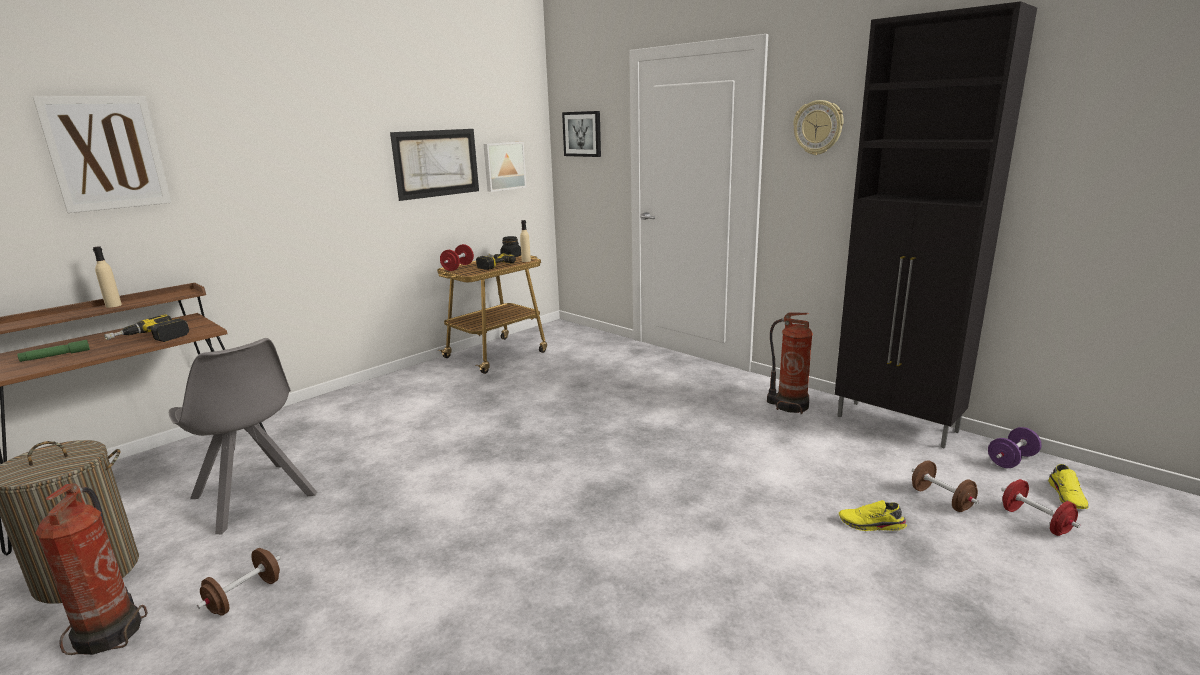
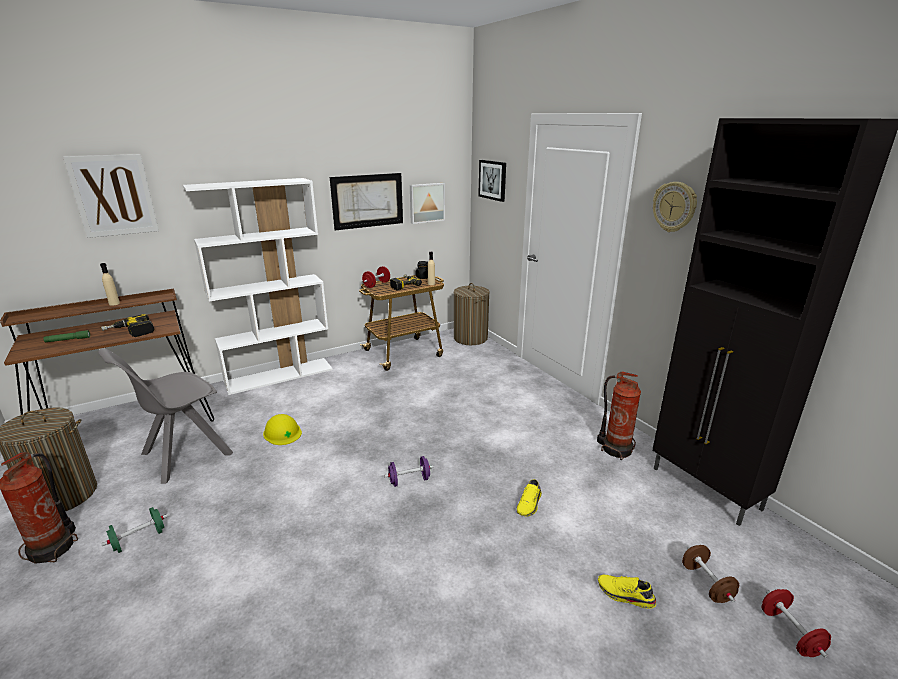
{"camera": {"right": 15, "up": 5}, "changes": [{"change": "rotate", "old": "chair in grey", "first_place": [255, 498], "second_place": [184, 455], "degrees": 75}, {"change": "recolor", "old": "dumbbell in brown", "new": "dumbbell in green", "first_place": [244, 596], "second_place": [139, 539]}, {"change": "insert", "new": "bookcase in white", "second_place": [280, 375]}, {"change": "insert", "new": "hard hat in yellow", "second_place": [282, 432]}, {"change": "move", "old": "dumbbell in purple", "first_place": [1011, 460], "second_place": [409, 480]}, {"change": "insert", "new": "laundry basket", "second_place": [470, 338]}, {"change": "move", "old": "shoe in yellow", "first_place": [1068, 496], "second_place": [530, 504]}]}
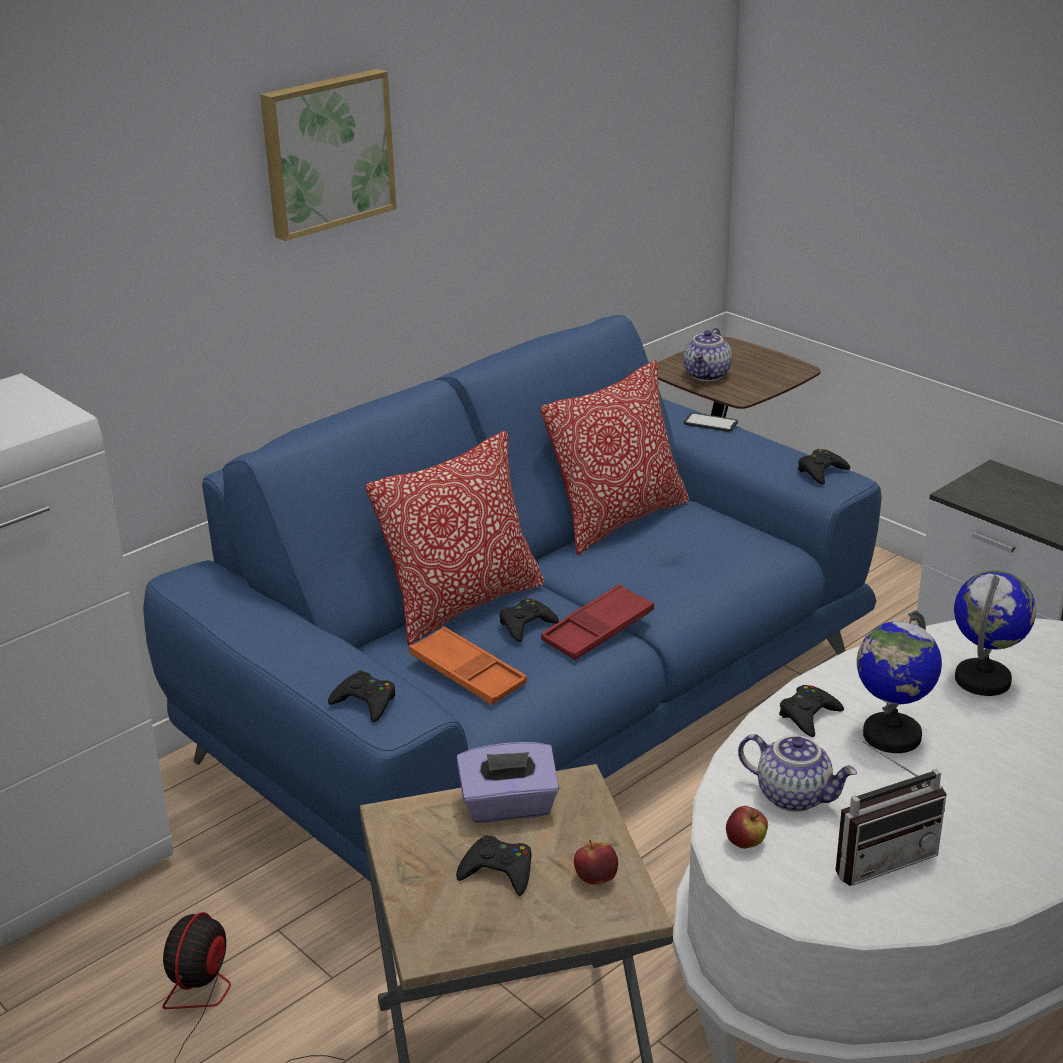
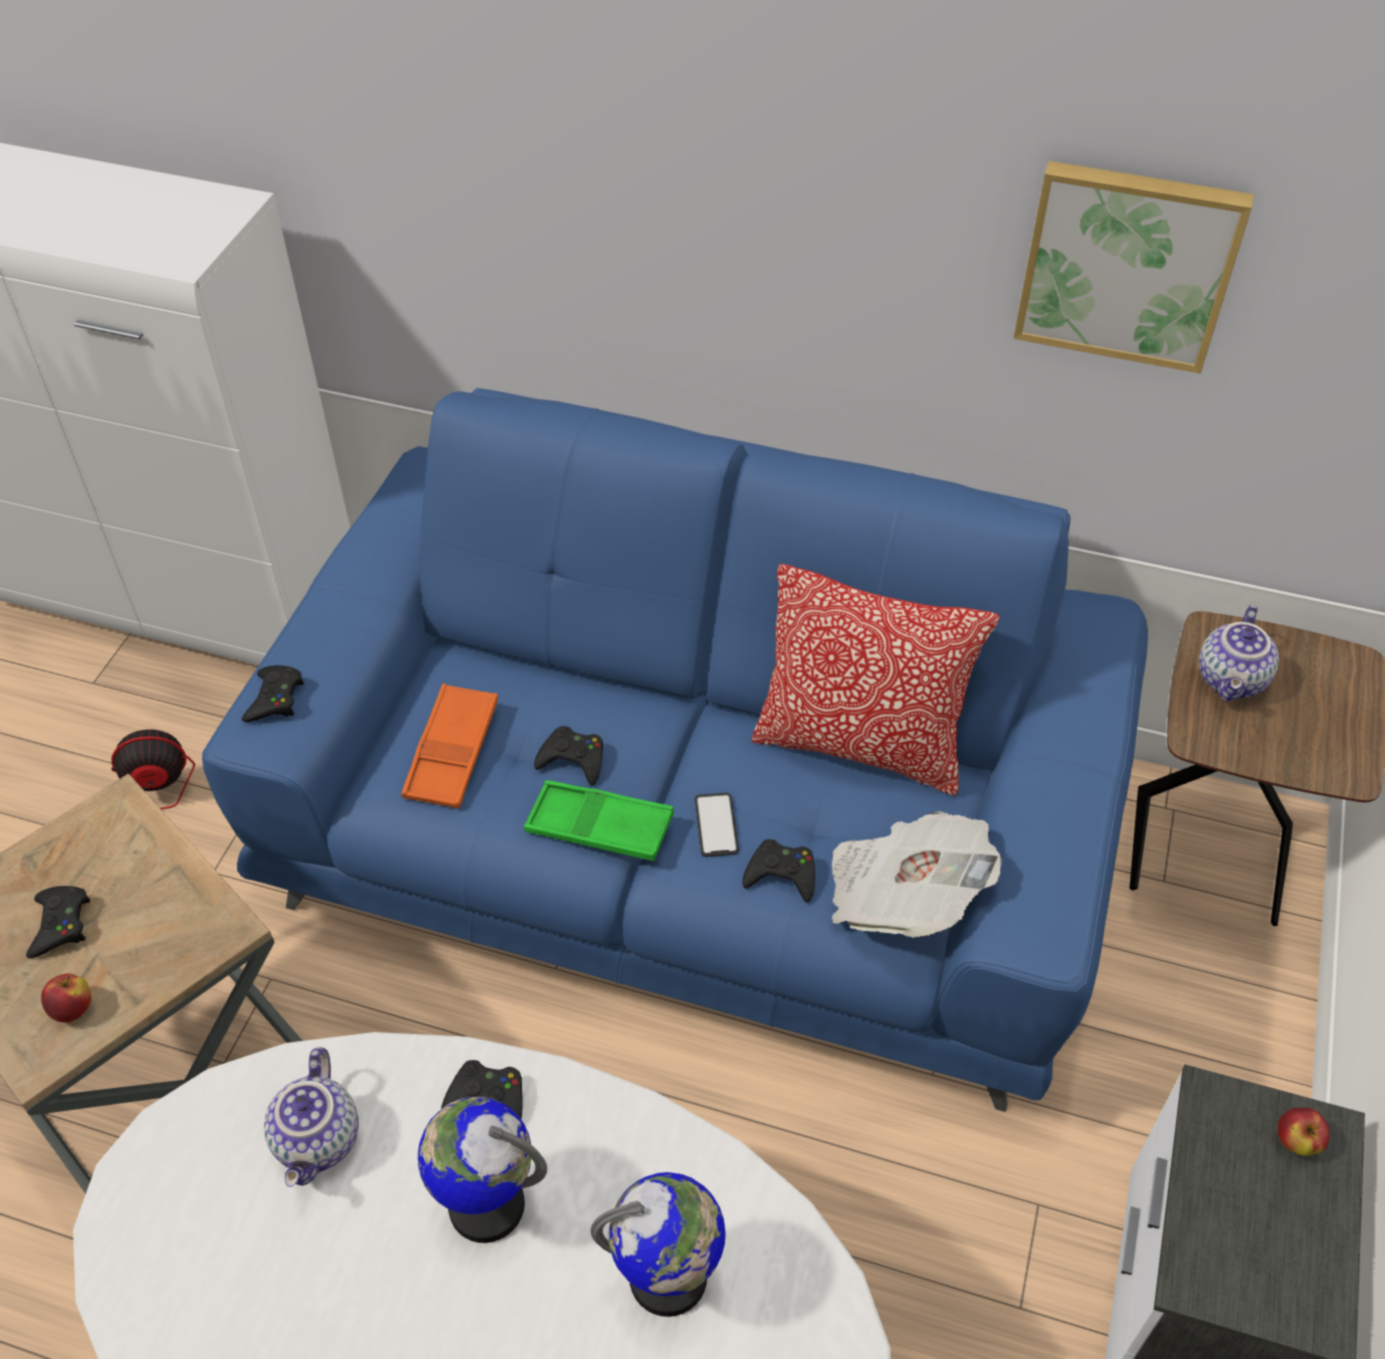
{"camera": {"right": 60, "up": 20}, "changes": [{"change": "recolor", "old": "tray in red", "new": "tray in green", "first_place": [598, 630], "second_place": [599, 827]}, {"change": "move", "old": "phone", "first_place": [710, 423], "second_place": [716, 825]}, {"change": "move", "old": "game controller in black", "first_place": [821, 471], "second_place": [781, 874]}, {"change": "insert", "new": "newspaper", "second_place": [902, 896]}, {"change": "move", "old": "picture", "first_place": [326, 152], "second_place": [1128, 263]}, {"change": "rotate", "old": "teapot", "first_place": [708, 375], "second_place": [1232, 680], "degrees": -60}, {"change": "move", "old": "apple", "first_place": [746, 843], "second_place": [1296, 1141]}, {"change": "delete", "old": "pillow", "first_place": [463, 604]}, {"change": "delete", "old": "tissue box in purple", "first_place": [509, 807]}, {"change": "delete", "old": "radio", "first_place": [880, 857]}]}
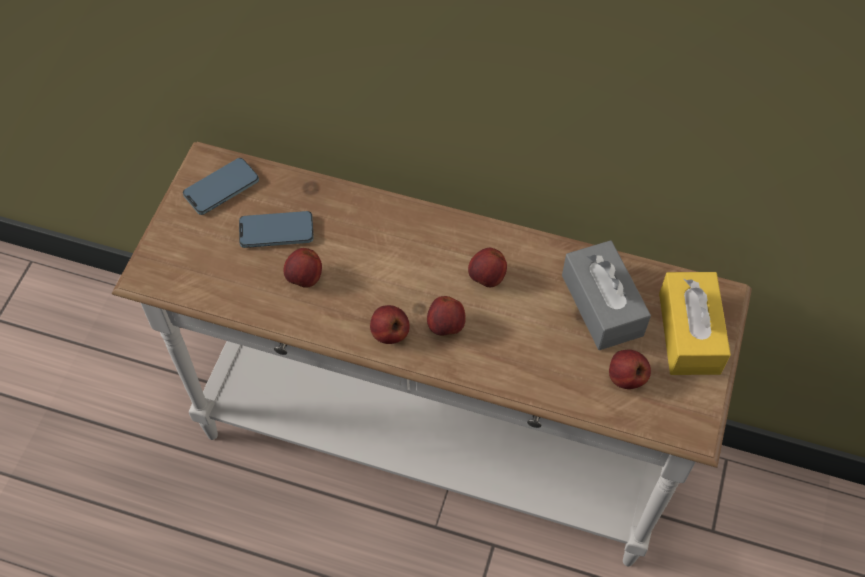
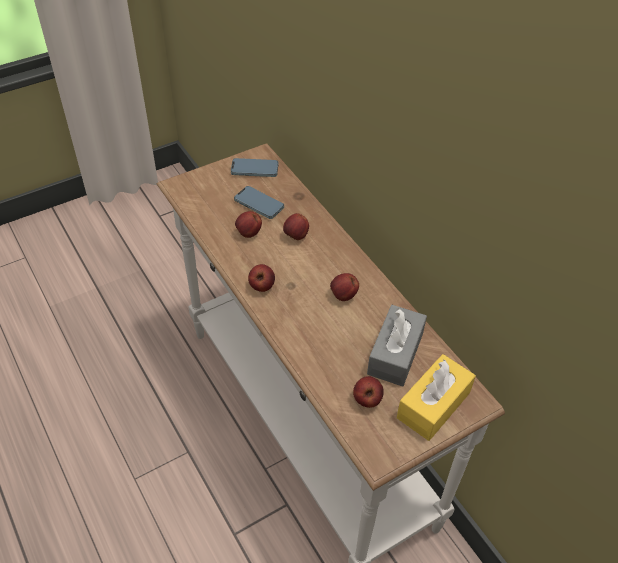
{"camera": {"right": 40, "up": -10}, "changes": [{"change": "move", "old": "apple", "first_place": [446, 326], "second_place": [296, 236]}]}
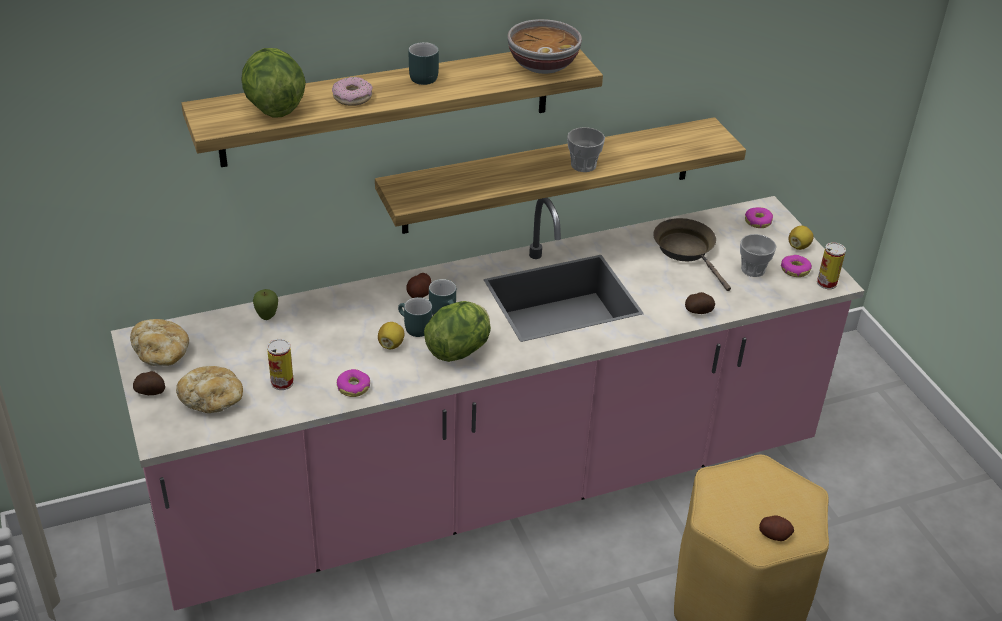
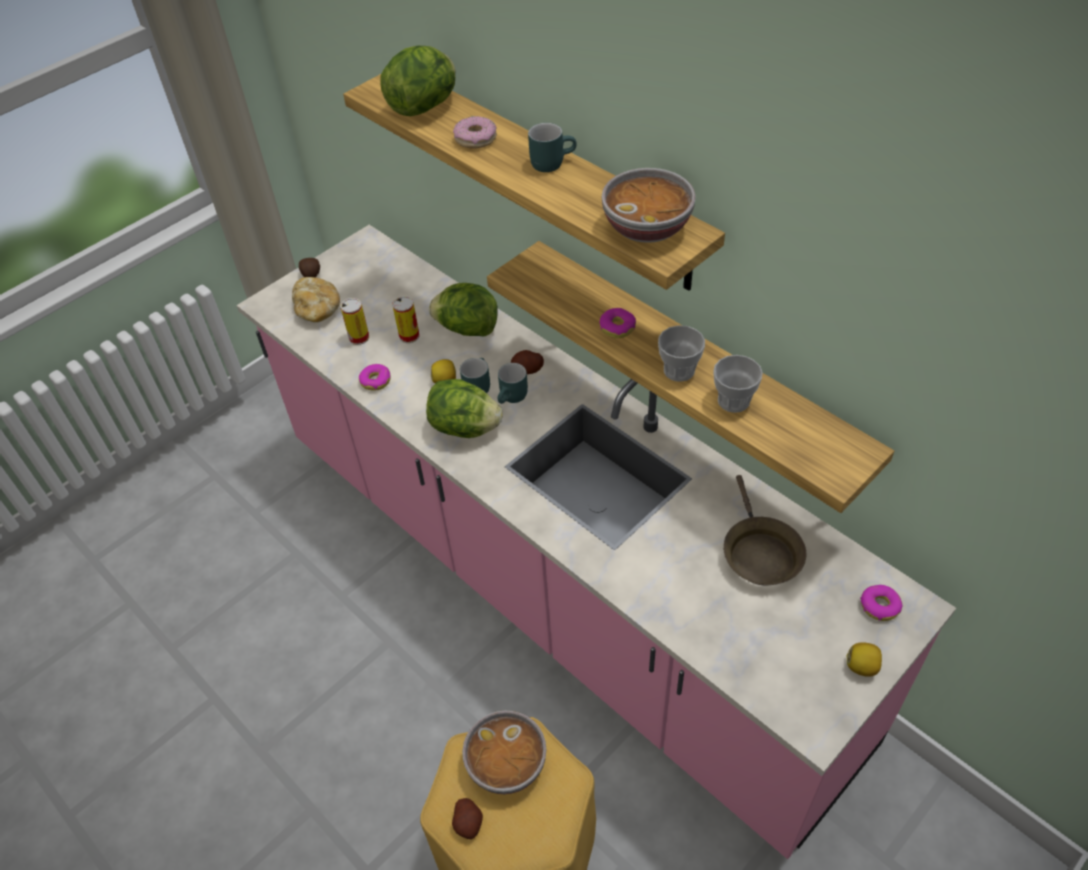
{"camera": {"right": 70, "up": 10}, "changes": [{"change": "move", "old": "can", "first_place": [826, 283], "second_place": [409, 336]}, {"change": "insert", "new": "lettuce", "second_place": [467, 329]}, {"change": "insert", "new": "bowl", "second_place": [506, 765]}, {"change": "move", "old": "donut", "first_place": [795, 270], "second_place": [617, 327]}, {"change": "move", "old": "cup", "first_place": [753, 269], "second_place": [733, 400]}, {"change": "rotate", "old": "frying pan in brown", "first_place": [687, 251], "second_place": [759, 552], "degrees": 135}, {"change": "delete", "old": "bread", "first_place": [162, 354]}, {"change": "delete", "old": "apple", "first_place": [267, 317]}, {"change": "delete", "old": "potato", "first_place": [698, 311]}]}
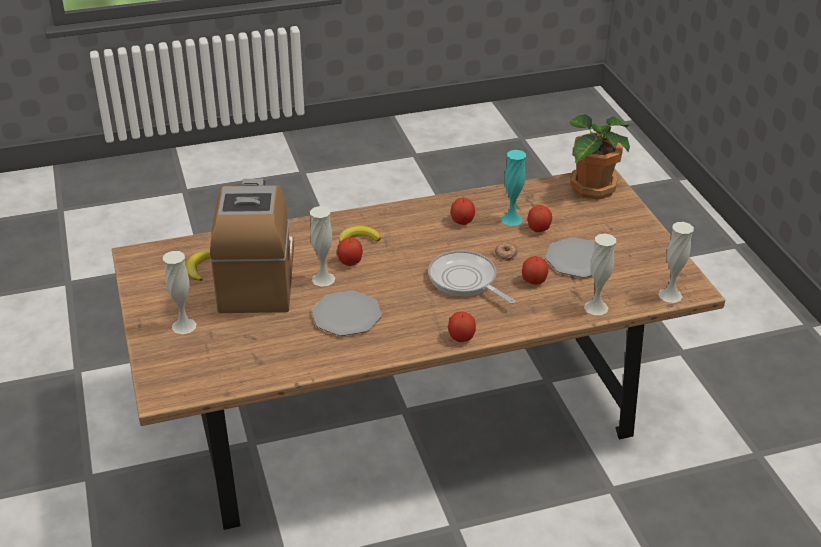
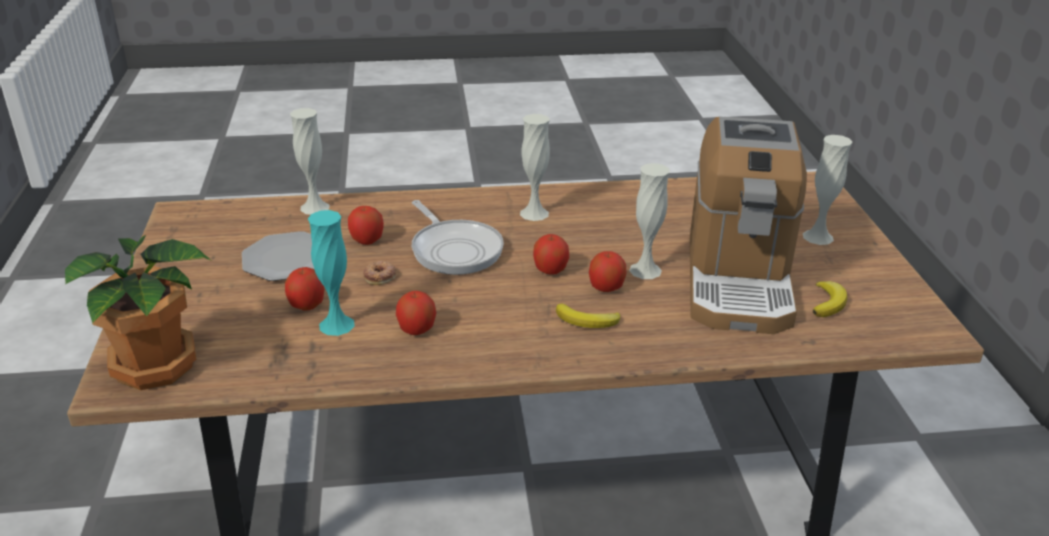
{"camera": {"right": -170, "up": -5}, "changes": [{"change": "move", "old": "vase in white", "first_place": [670, 295], "second_place": [534, 213]}, {"change": "move", "old": "apple", "first_place": [461, 337], "second_place": [550, 270]}, {"change": "delete", "old": "plate", "first_place": [346, 315]}]}
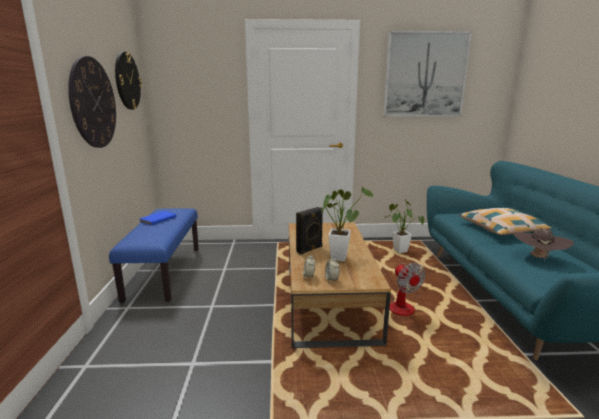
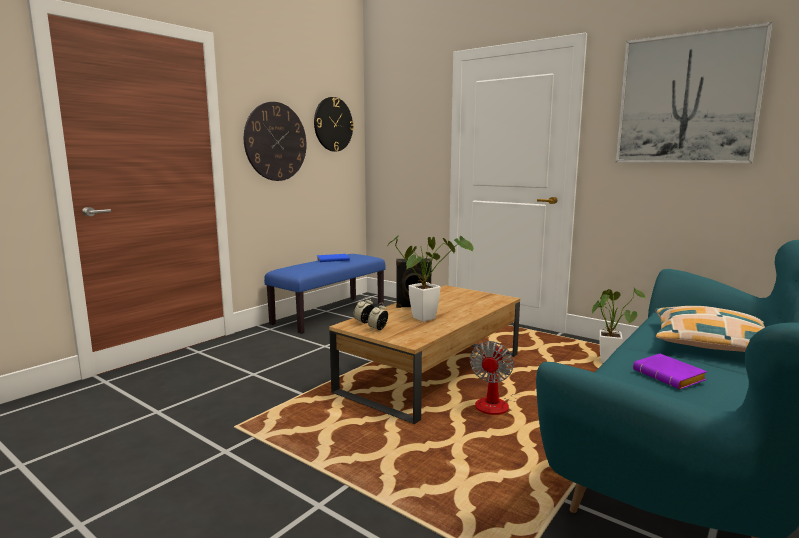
{"camera": {"right": 40, "up": -5}, "changes": [{"change": "replace", "old": "hat in brown", "new": "book in purple", "first_place": [538, 257], "second_place": [671, 377]}]}
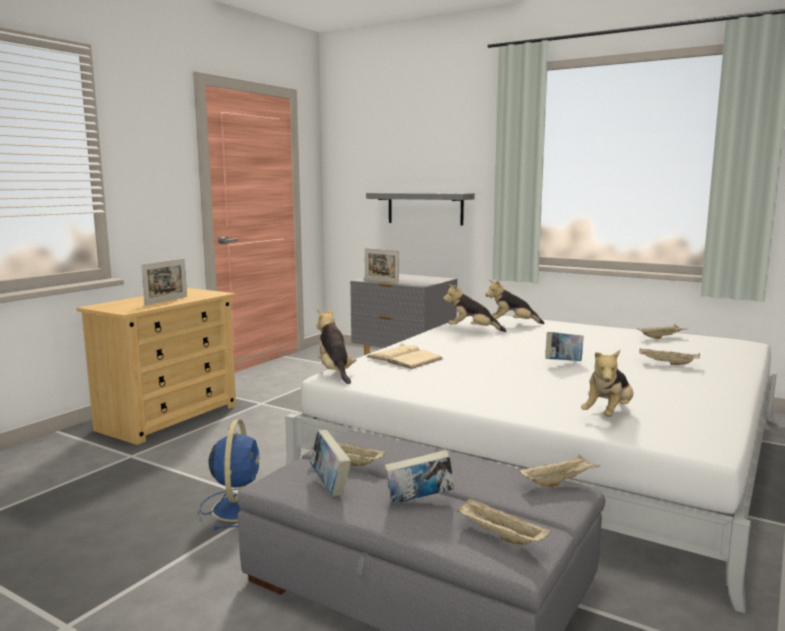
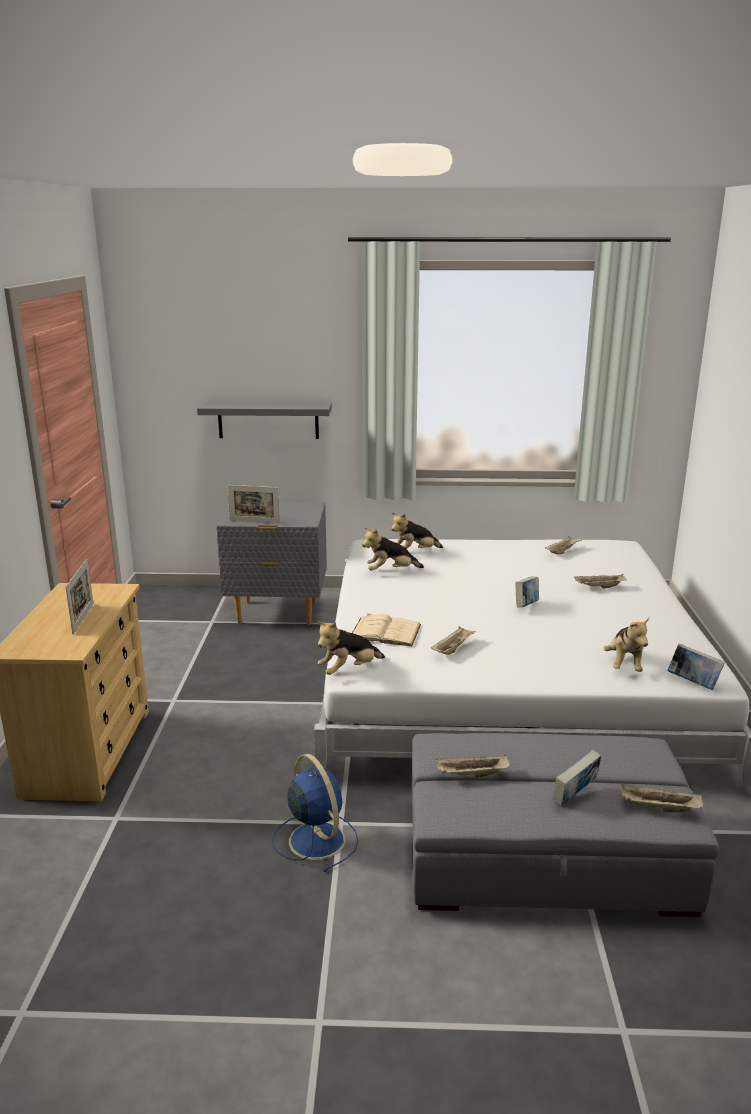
{"camera": {"right": -30, "up": 10}, "changes": [{"change": "rotate", "old": "plush toy", "first_place": [335, 372], "second_place": [349, 670], "degrees": -75}, {"change": "move", "old": "tray in beige", "first_place": [558, 482], "second_place": [453, 649]}, {"change": "move", "old": "book", "first_place": [330, 485], "second_place": [693, 683]}]}
